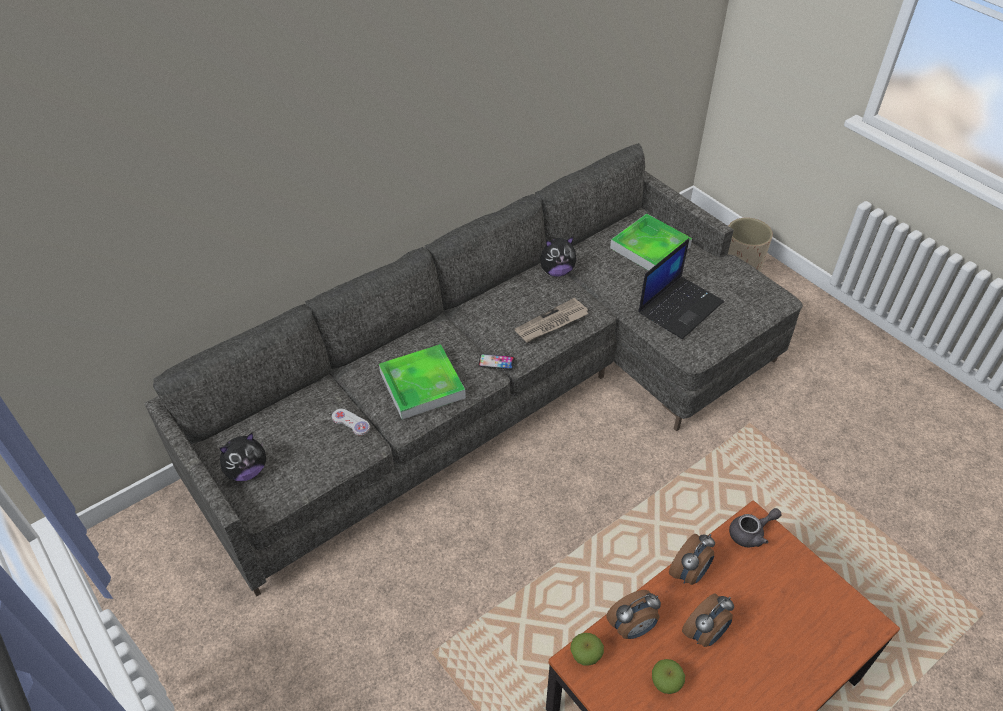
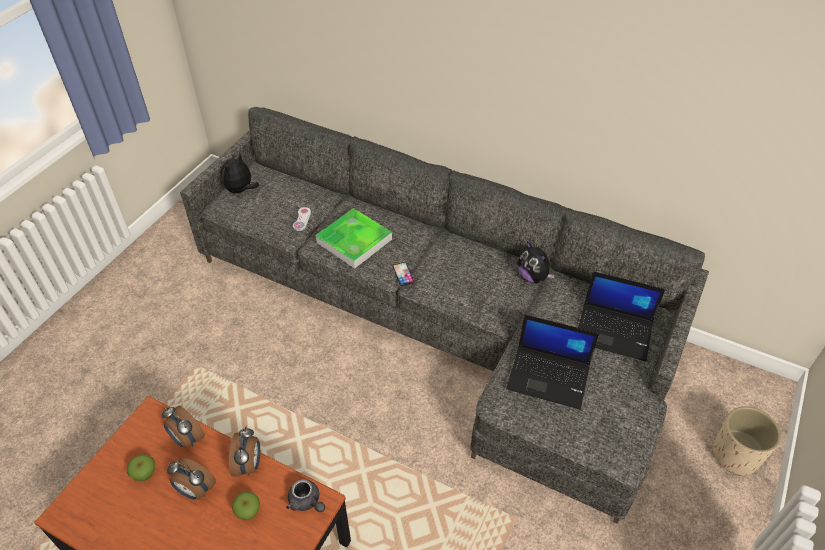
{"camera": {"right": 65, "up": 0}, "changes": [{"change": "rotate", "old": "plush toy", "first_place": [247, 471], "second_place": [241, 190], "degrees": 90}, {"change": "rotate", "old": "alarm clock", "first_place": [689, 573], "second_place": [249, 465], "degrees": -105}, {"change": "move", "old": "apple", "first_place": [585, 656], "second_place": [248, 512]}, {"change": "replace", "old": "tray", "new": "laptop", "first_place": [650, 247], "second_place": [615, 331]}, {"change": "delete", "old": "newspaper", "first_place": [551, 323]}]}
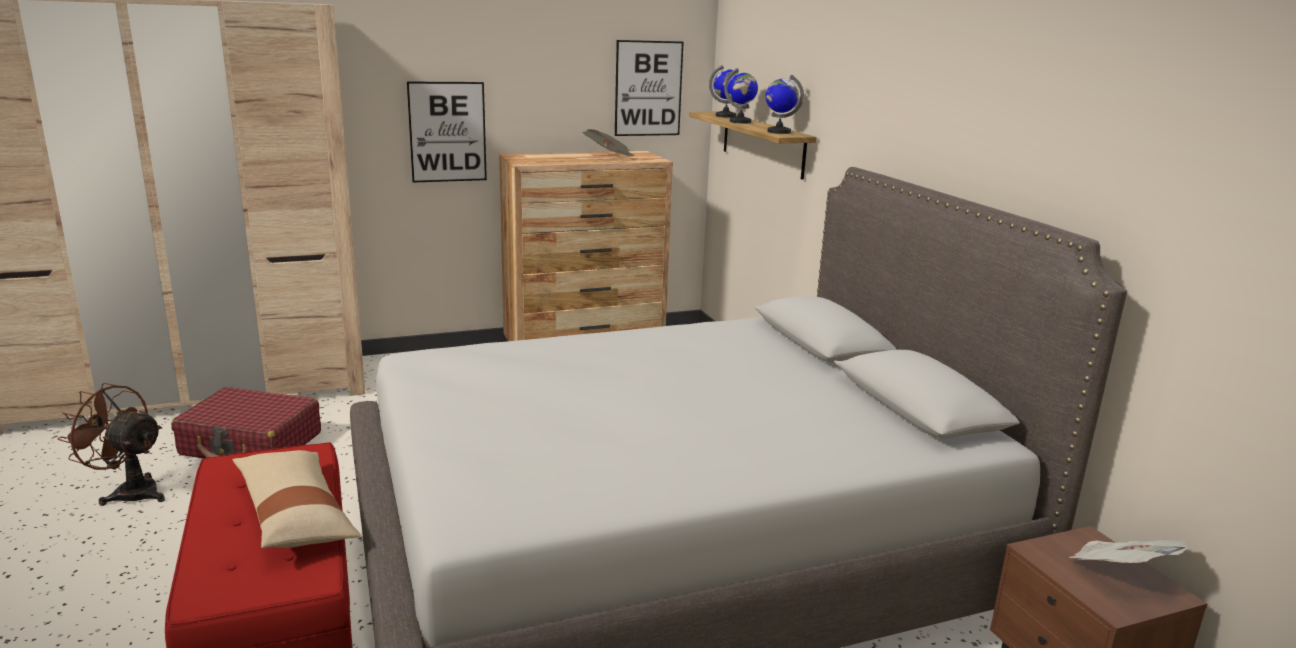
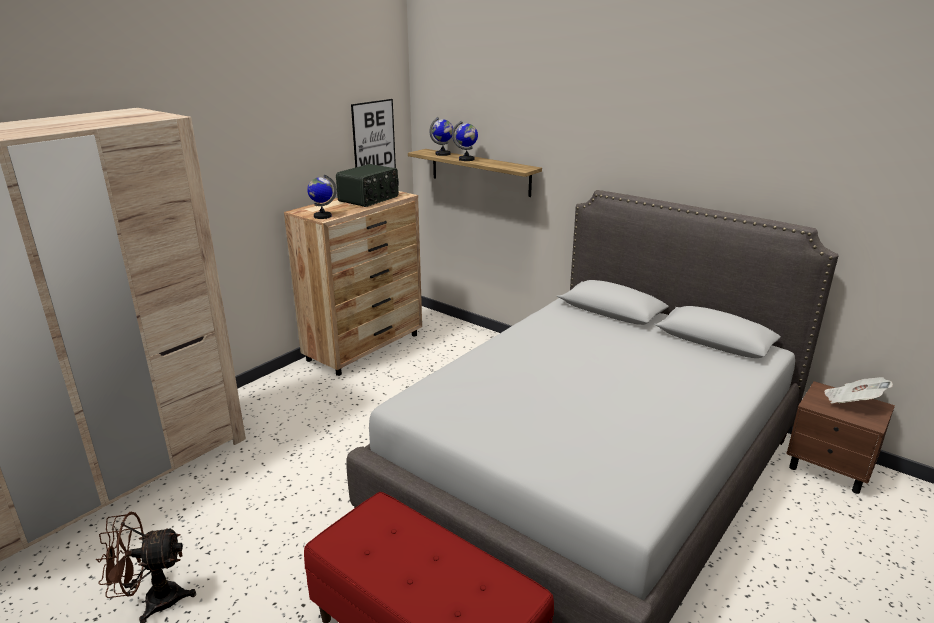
{"camera": {"right": -30, "up": 5}, "changes": [{"change": "move", "old": "globe", "first_place": [778, 132], "second_place": [322, 216]}, {"change": "replace", "old": "newspaper", "new": "radio", "first_place": [609, 157], "second_place": [369, 199]}, {"change": "delete", "old": "suitcase in red", "first_place": [252, 444]}, {"change": "delete", "old": "pillow in beige", "first_place": [295, 515]}, {"change": "delete", "old": "picture", "first_place": [447, 132]}]}
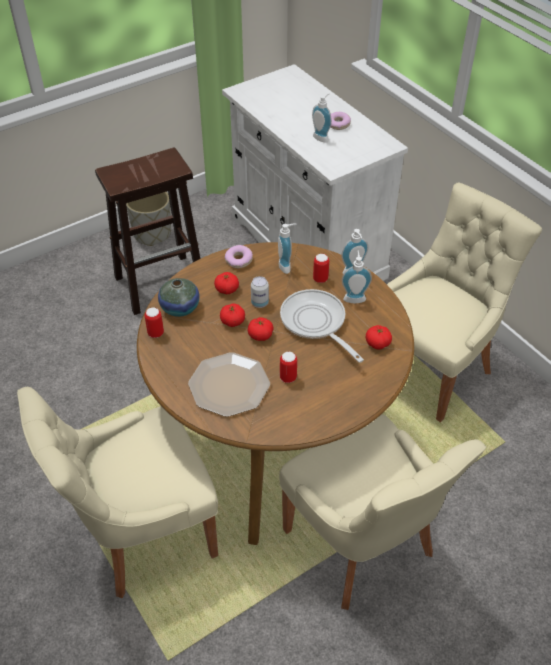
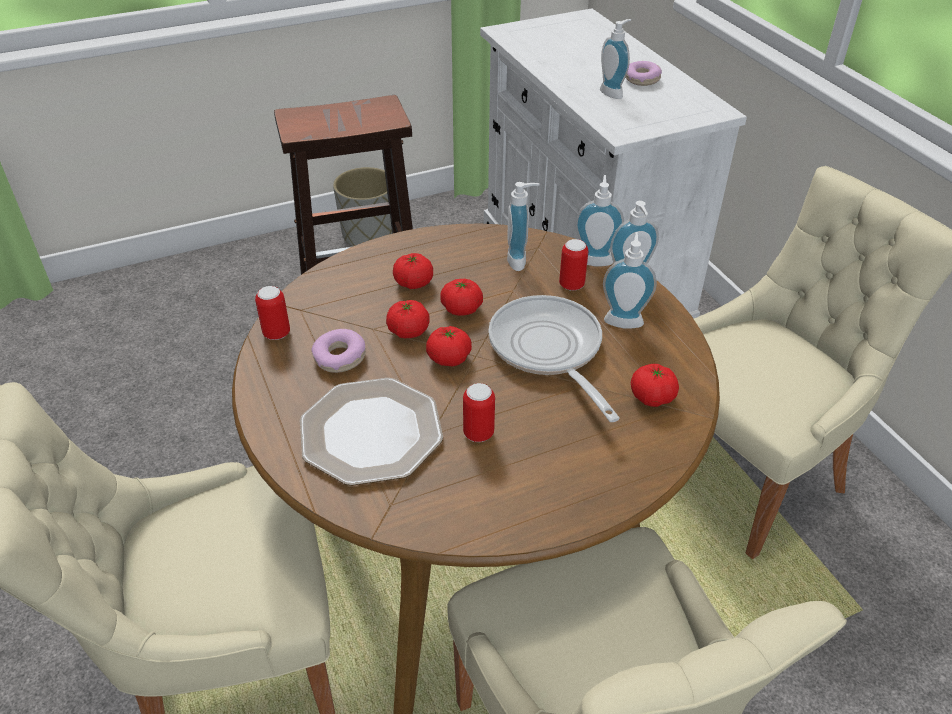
{"camera": {"right": 10, "up": -5}, "changes": [{"change": "move", "old": "donut", "first_place": [238, 260], "second_place": [339, 357]}, {"change": "replace", "old": "can", "new": "tomato", "first_place": [260, 303], "second_place": [461, 309]}, {"change": "insert", "new": "soap dispenser", "second_place": [595, 258]}, {"change": "delete", "old": "vase", "first_place": [180, 308]}]}
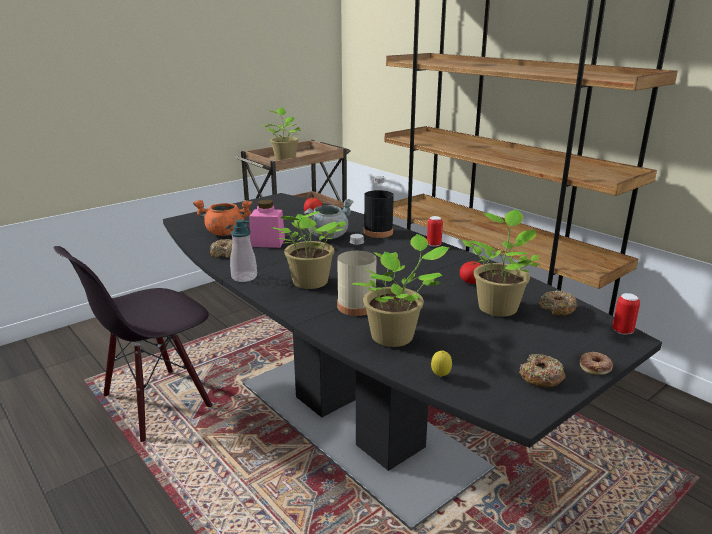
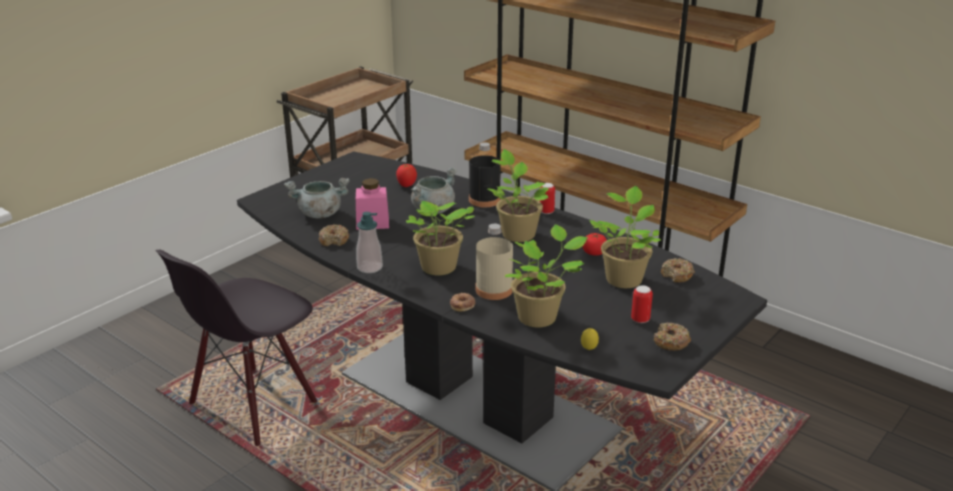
{"camera": {"right": -10, "up": 5}, "changes": [{"change": "recolor", "old": "cooking pot in orange", "new": "cooking pot in grey", "first_place": [225, 233], "second_place": [319, 214]}, {"change": "move", "old": "donut", "first_place": [595, 366], "second_place": [462, 305]}, {"change": "move", "old": "potted plant", "first_place": [285, 159], "second_place": [517, 233]}, {"change": "move", "old": "can", "first_place": [622, 331], "second_place": [640, 319]}]}
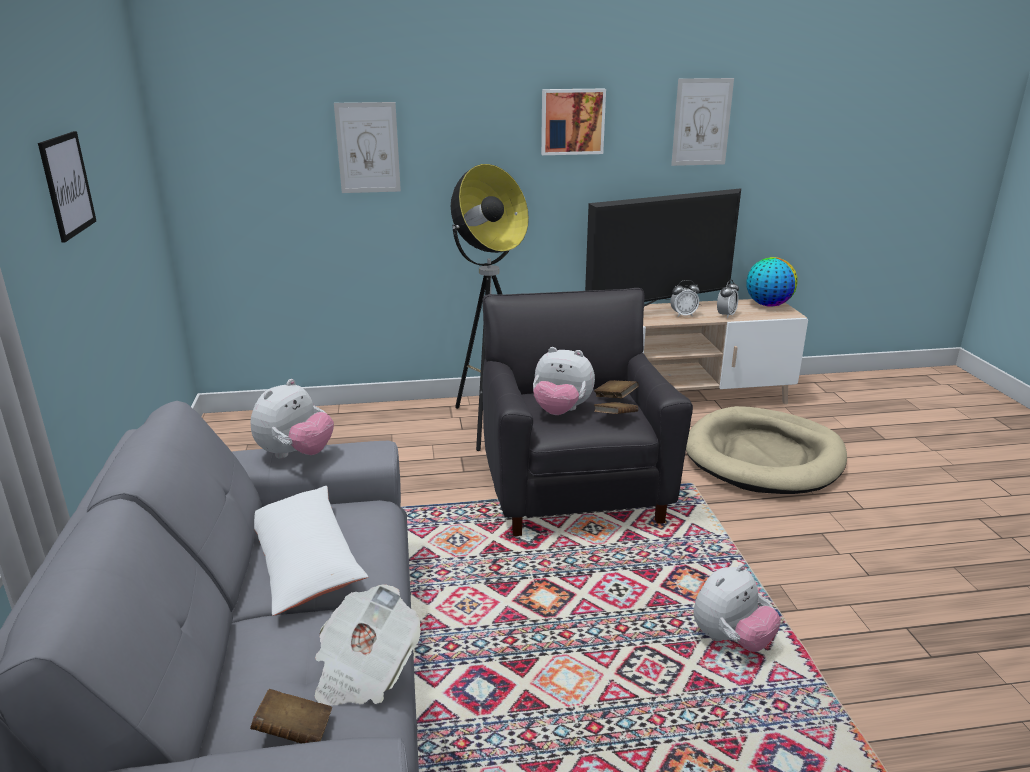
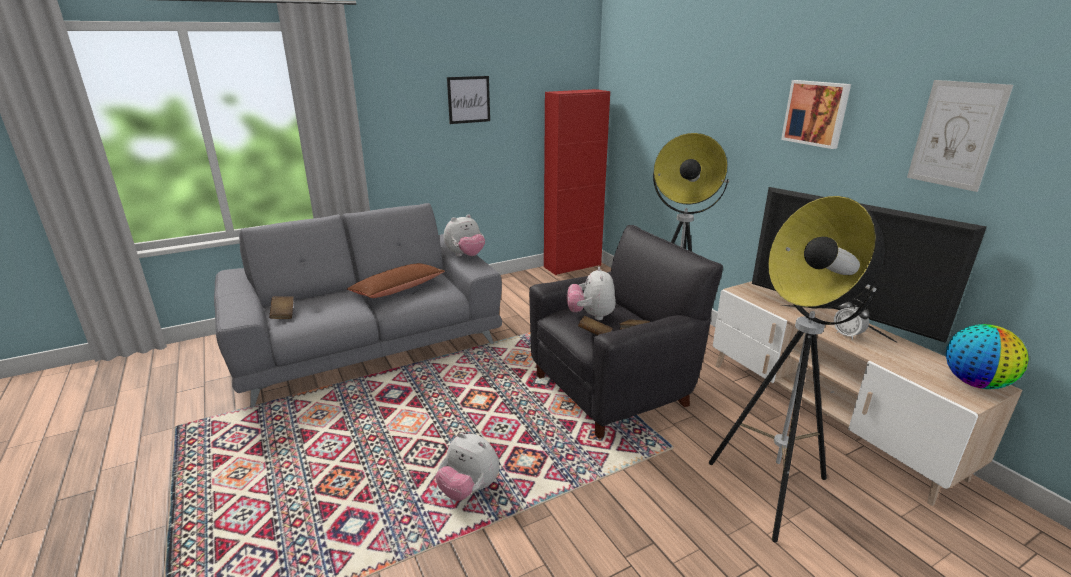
{"camera": {"right": 70, "up": 0}, "changes": [{"change": "recolor", "old": "pillow in white", "new": "pillow in brown", "first_place": [305, 561], "second_place": [398, 289]}, {"change": "rotate", "old": "plush toy", "first_place": [295, 454], "second_place": [465, 256], "degrees": -45}, {"change": "insert", "new": "cabinet in red", "second_place": [572, 266]}, {"change": "replace", "old": "dog bed in beige", "new": "floor lamp", "first_place": [764, 456], "second_place": [772, 492]}, {"change": "delete", "old": "newspaper", "first_place": [364, 669]}, {"change": "delete", "old": "picture", "first_place": [368, 148]}, {"change": "delete", "old": "alarm clock", "first_place": [726, 315]}]}
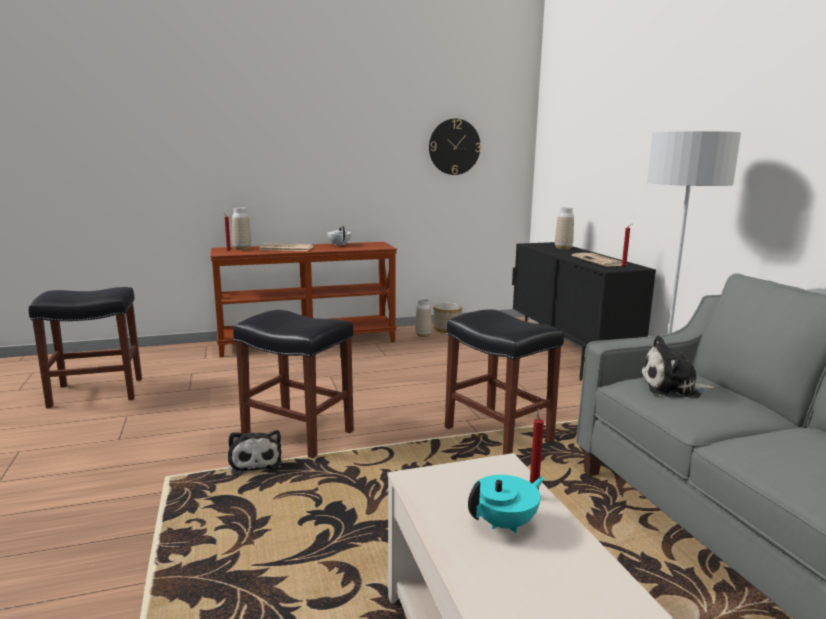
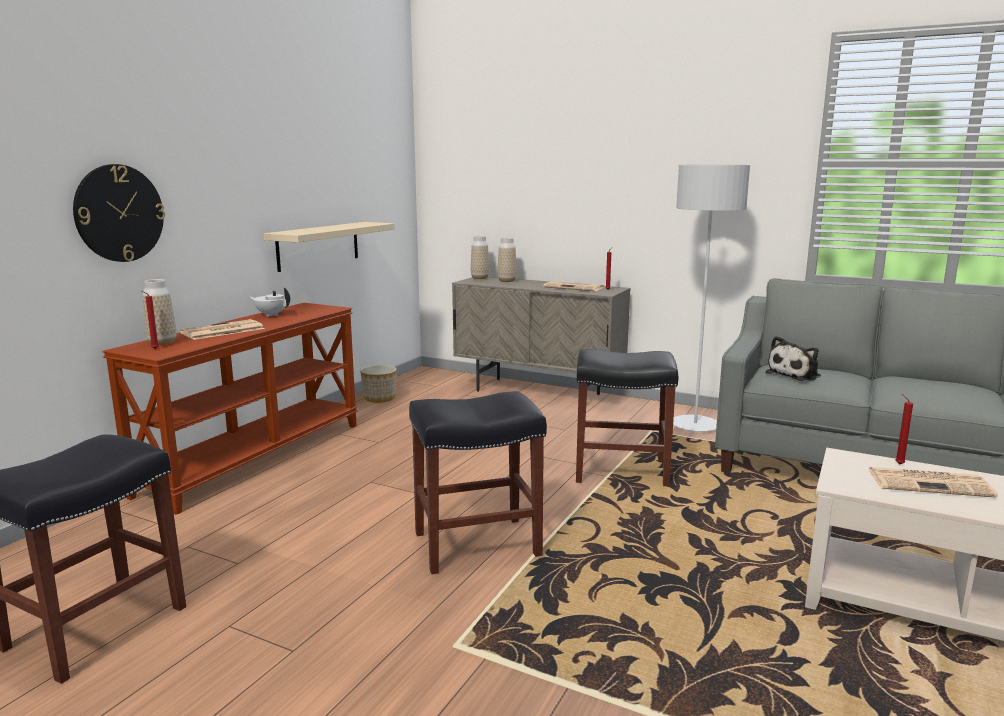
{"camera": {"right": -45, "up": 0}, "changes": [{"change": "move", "old": "wall clock", "first_place": [454, 147], "second_place": [119, 213]}, {"change": "insert", "new": "shelf in beige", "second_place": [318, 245]}, {"change": "recolor", "old": "cabinet in black", "new": "cabinet in beige", "first_place": [569, 358], "second_place": [538, 393]}, {"change": "move", "old": "vase", "first_place": [423, 335], "second_place": [480, 278]}, {"change": "replace", "old": "teapot in turquoise", "new": "newspaper", "first_place": [505, 523], "second_place": [930, 483]}, {"change": "delete", "old": "plush toy", "first_place": [255, 462]}]}
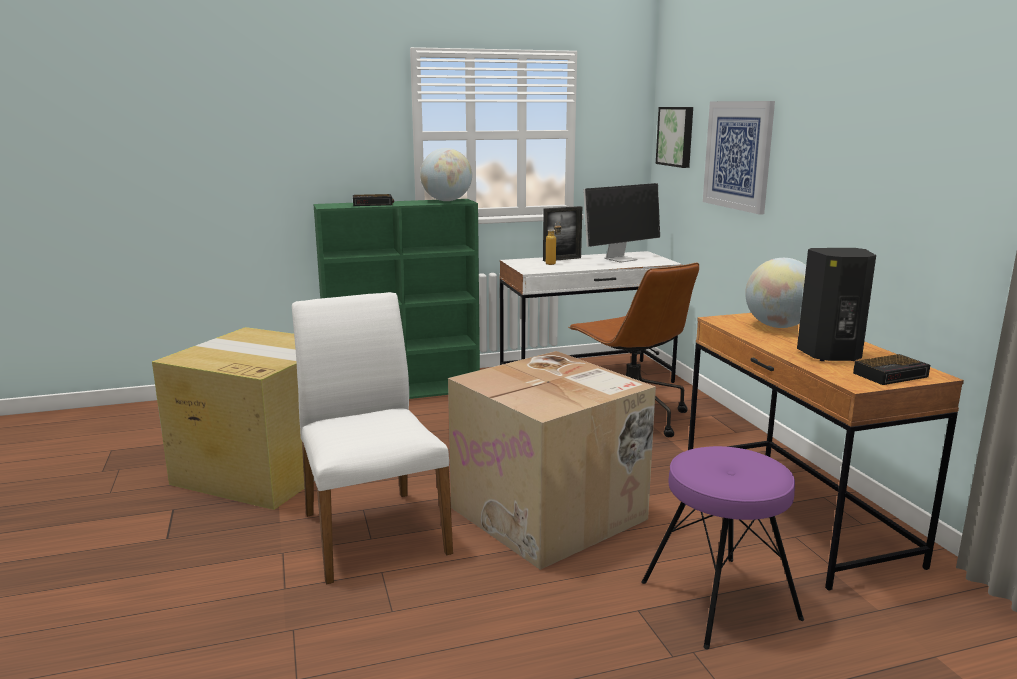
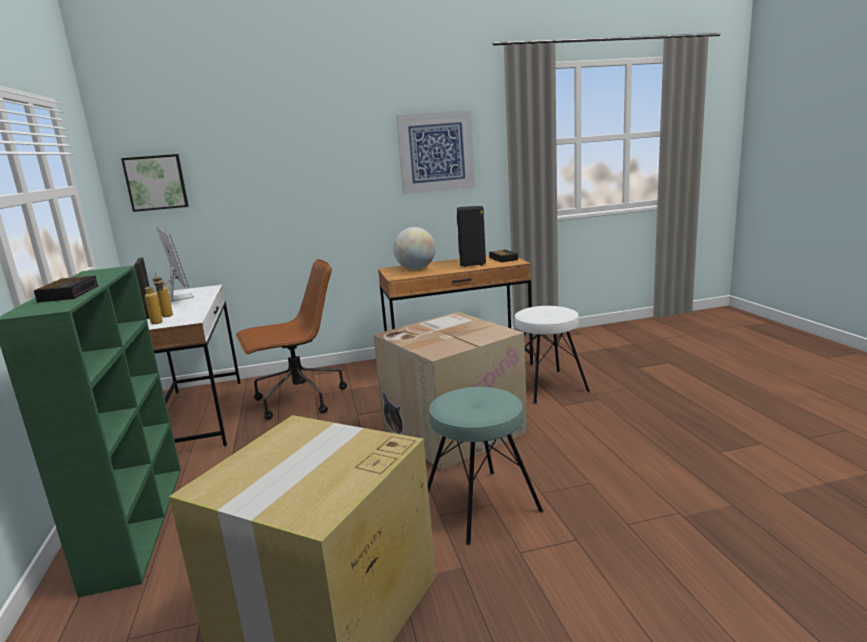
{"camera": {"right": -85, "up": 0}, "changes": [{"change": "insert", "new": "bottle", "second_place": [161, 321]}, {"change": "move", "old": "picture", "first_place": [738, 155], "second_place": [436, 152]}, {"change": "replace", "old": "chair in white", "new": "stool in turquoise", "first_place": [372, 532], "second_place": [481, 505]}, {"change": "recolor", "old": "stool in purple", "new": "stool in white", "first_place": [719, 600], "second_place": [547, 386]}, {"change": "delete", "old": "globe", "first_place": [446, 201]}]}
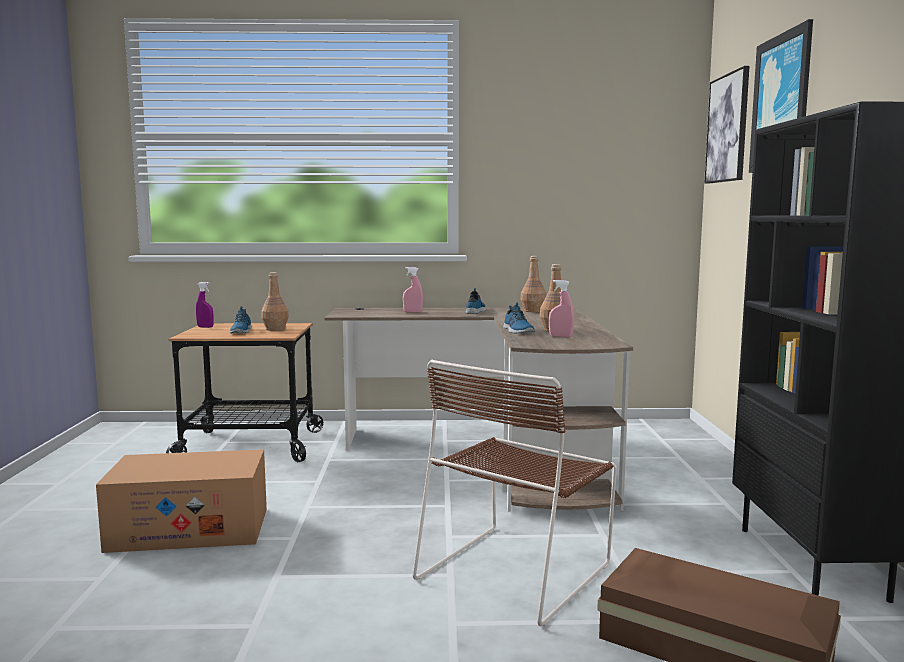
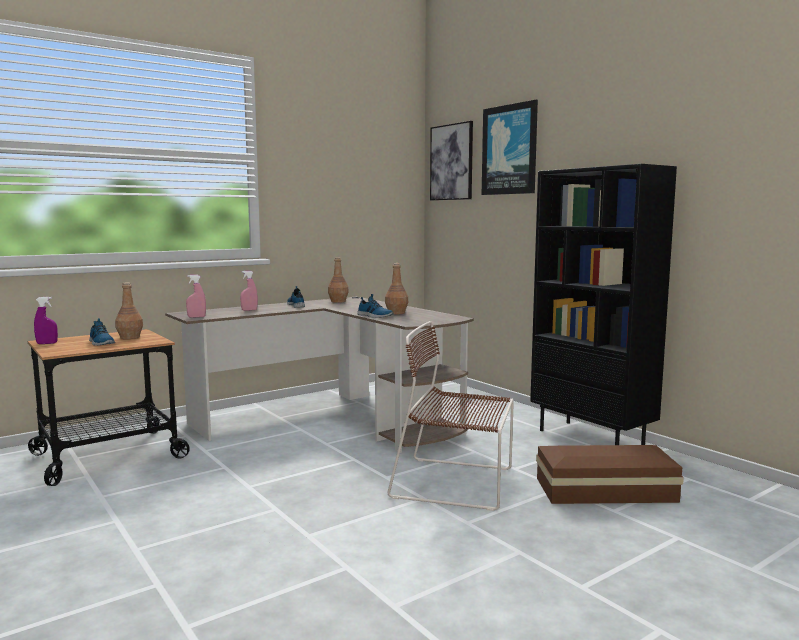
{"camera": {"right": -35, "up": 0}, "changes": [{"change": "move", "old": "spray bottle in pink", "first_place": [560, 336], "second_place": [196, 317]}, {"change": "rotate", "old": "chair in brown", "first_place": [517, 569], "second_place": [457, 483], "degrees": 105}, {"change": "delete", "old": "cardboard box", "first_place": [189, 529]}]}
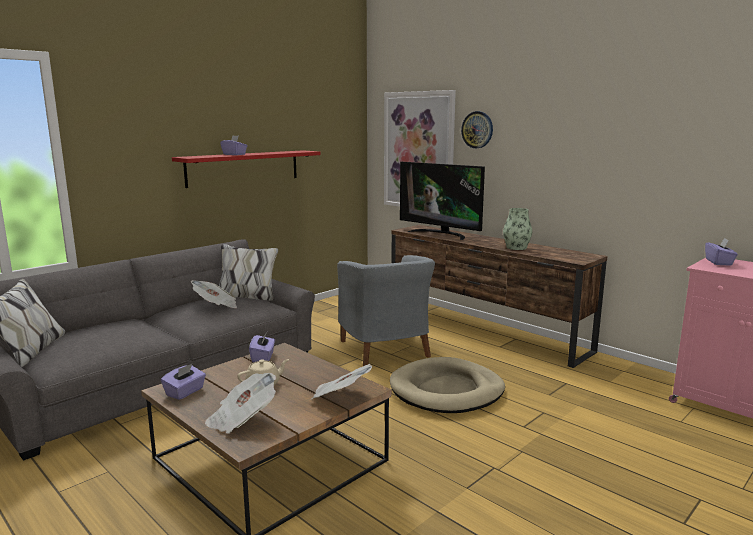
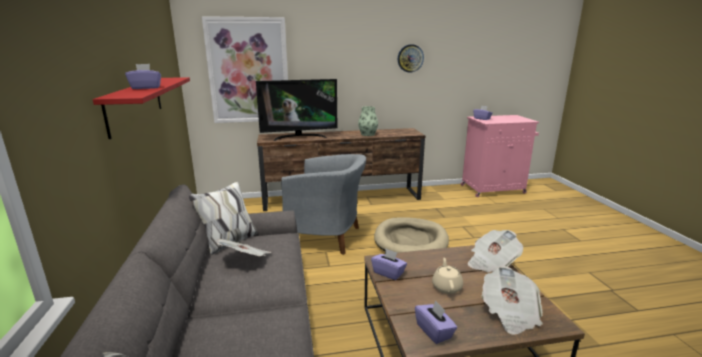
{"camera": {"right": -55, "up": 5}, "changes": [{"change": "move", "old": "wall clock", "first_place": [477, 129], "second_place": [410, 58]}]}
